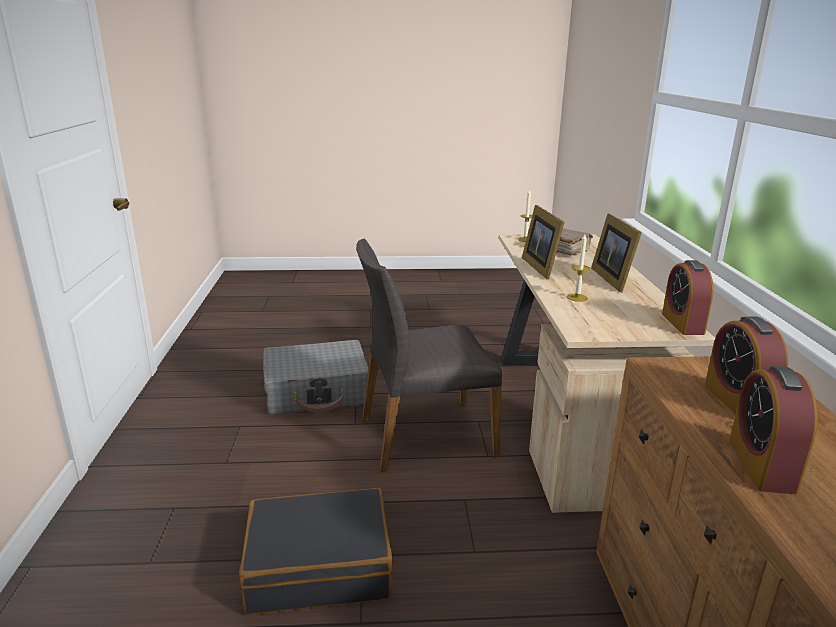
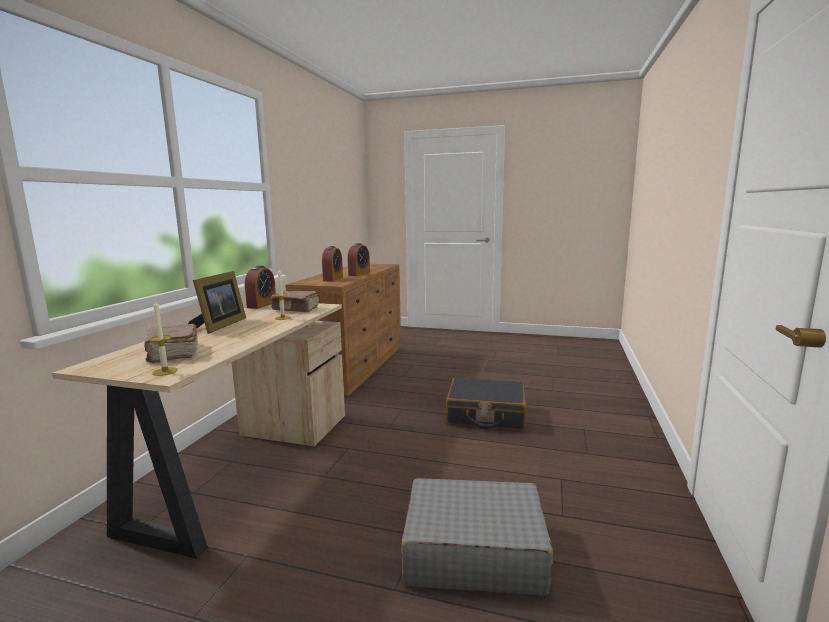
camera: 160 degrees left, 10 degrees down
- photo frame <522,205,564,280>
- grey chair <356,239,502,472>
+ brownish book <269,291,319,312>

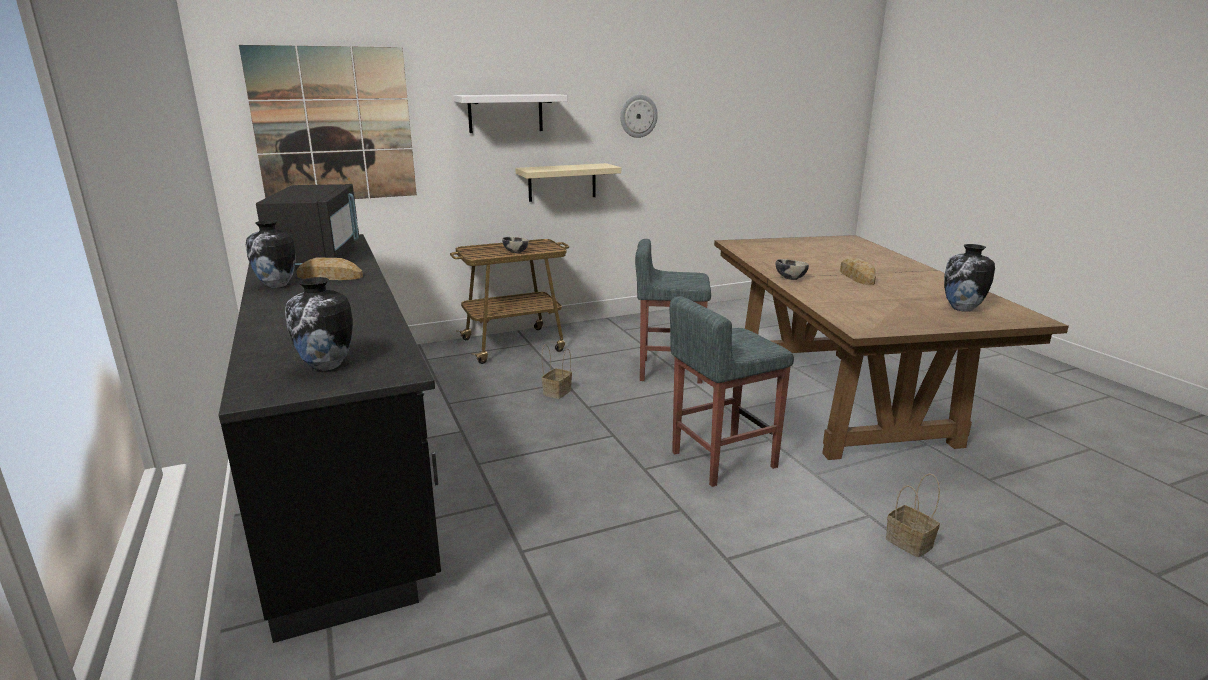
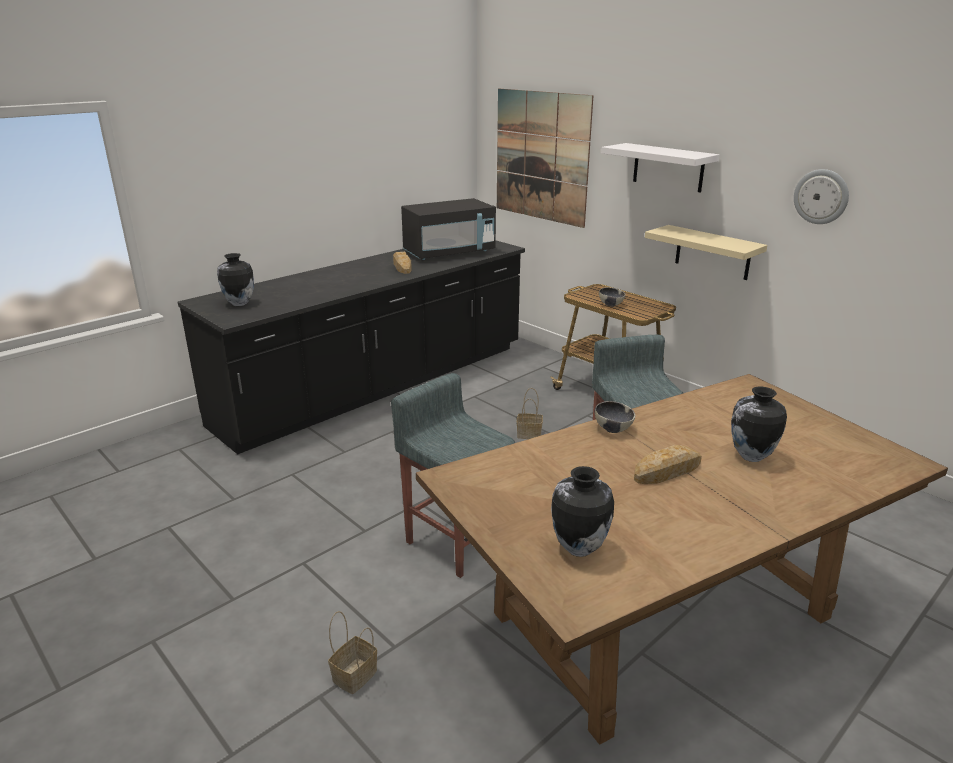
camera: 70 degrees right, 5 degrees up
~ vase <246,220,296,288> to <731,387,787,462>

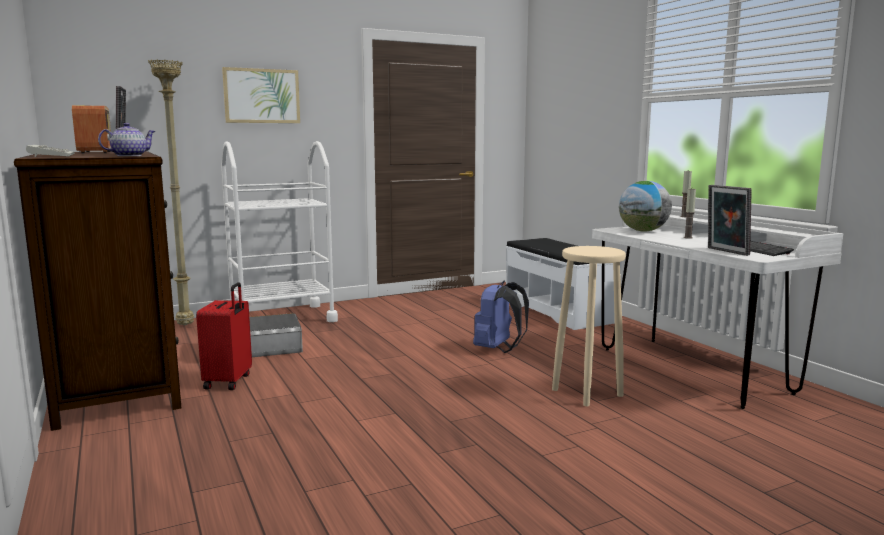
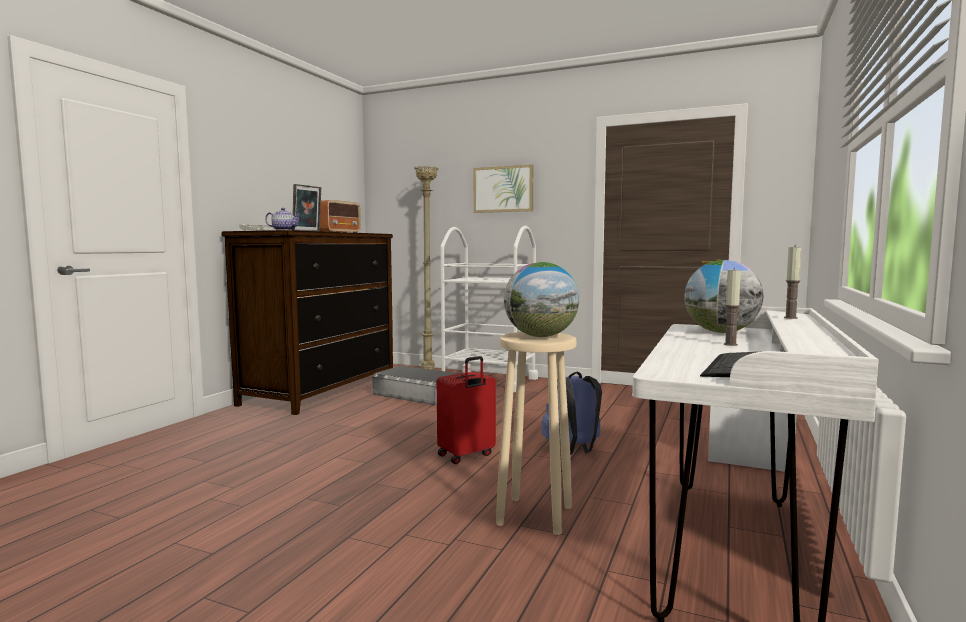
camera: 50 degrees right, 5 degrees down
- photo frame <708,185,752,256>
~ red piece of luggage <196,282,252,390> to <437,356,496,464>
+ globe <504,262,579,337>

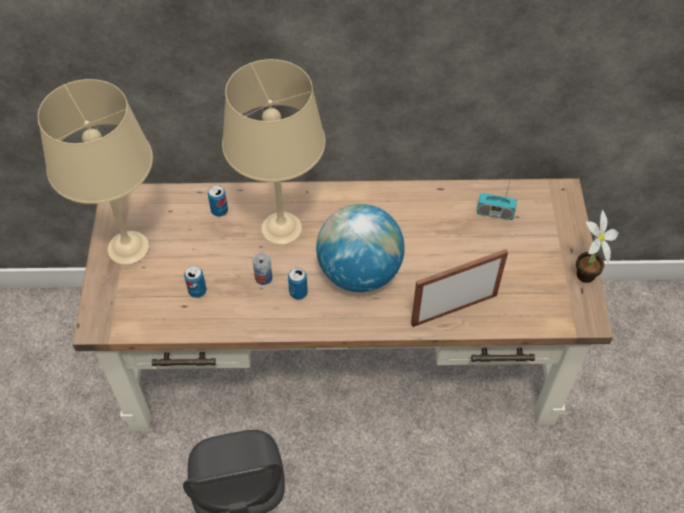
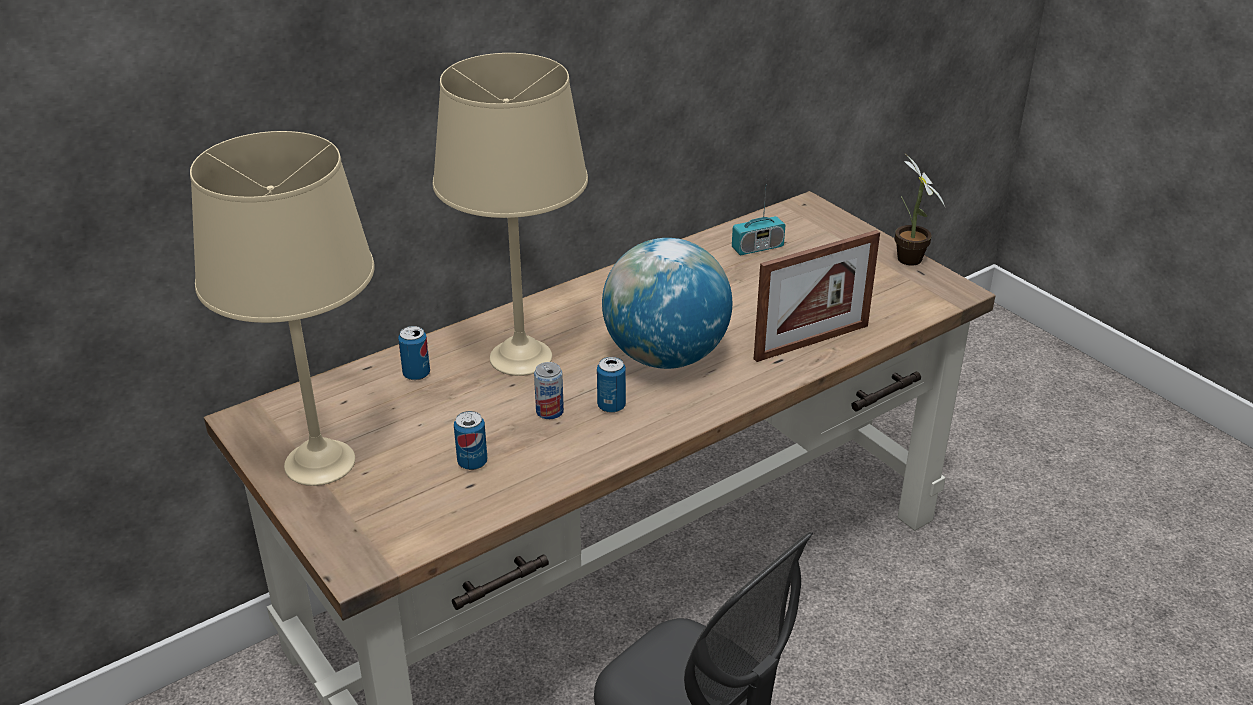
camera: 35 degrees left, 20 degrees down
~ photo frame <411,249,508,327> = <754,230,880,362> 150 degrees counterclockwise

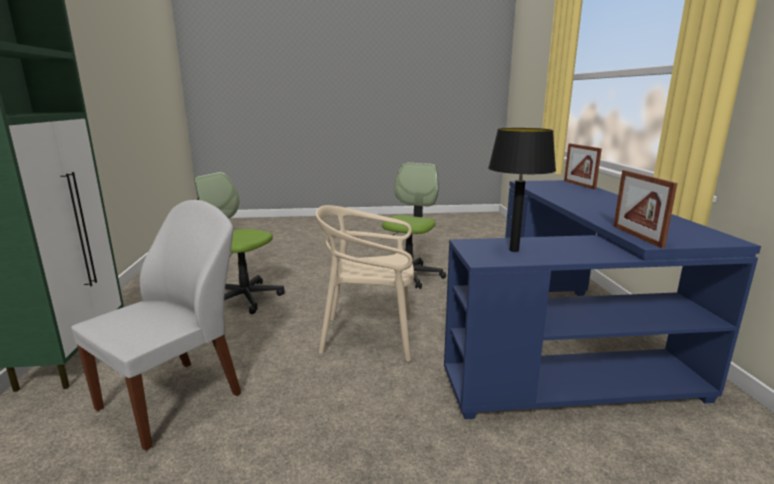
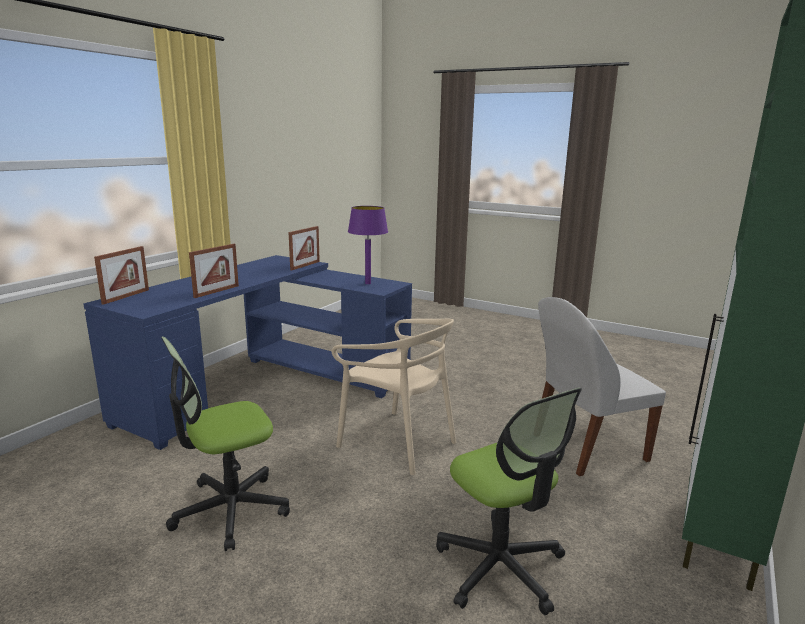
camera: 145 degrees left, 0 degrees up
~ black lamp for a table <488,128,556,252> to purplish lamp for a table <348,206,388,284>
+ photo frame <189,244,239,298>

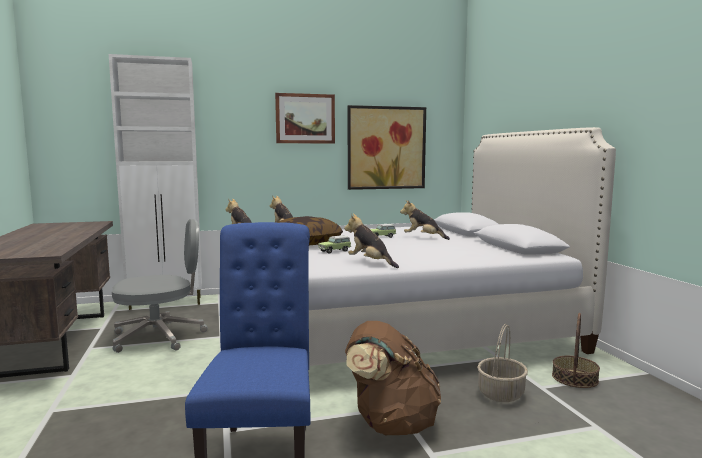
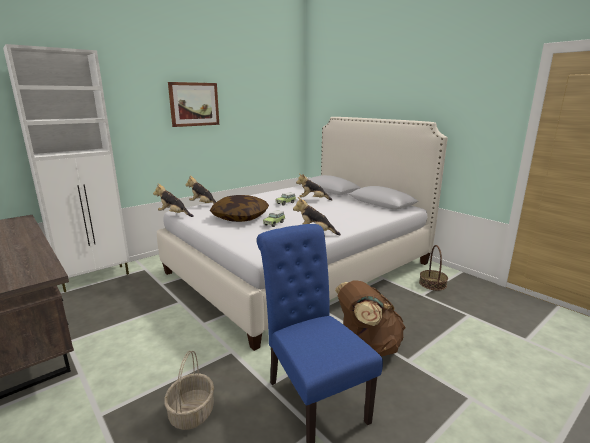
camera: 25 degrees left, 10 degrees up
- picture <348,105,426,190>
- grey computer chair <112,219,208,353>
~ storage basket <477,324,528,402> to <164,351,214,430>

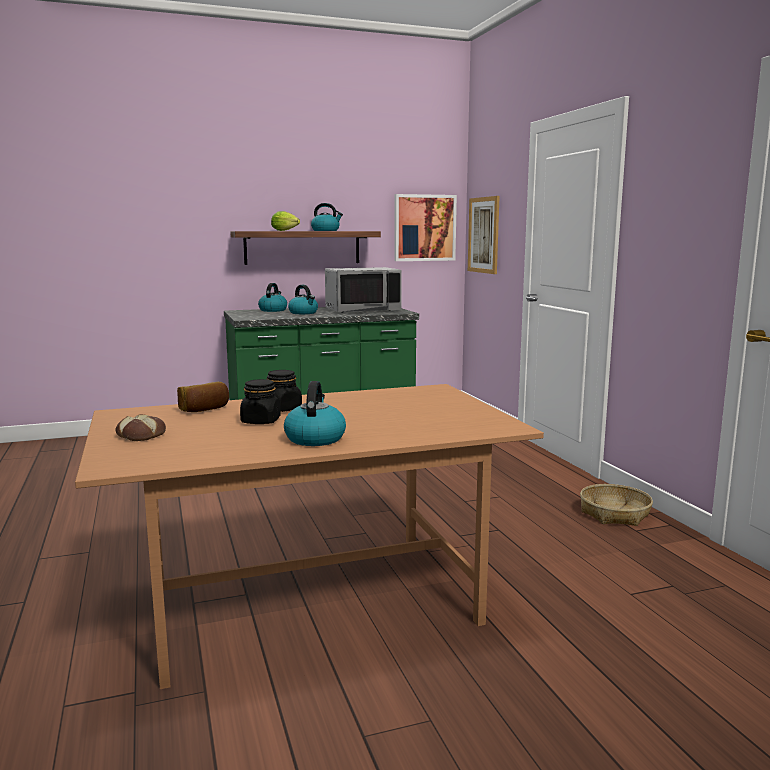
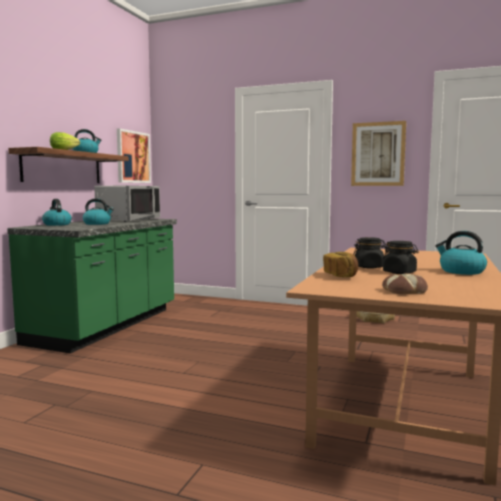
camera: 50 degrees left, 5 degrees down
~ picture <468,196,500,274> to <351,121,406,186>

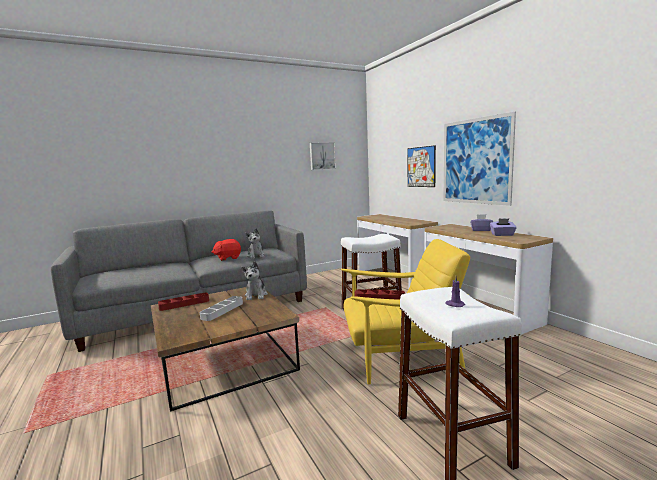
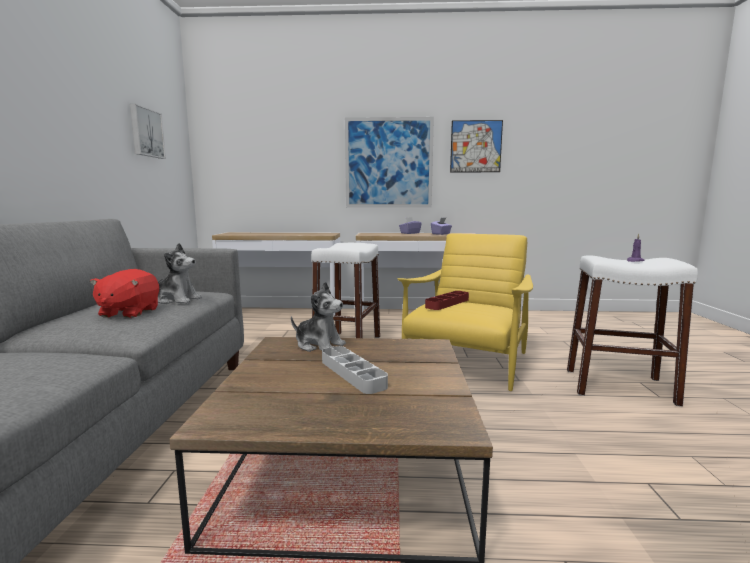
camera: 60 degrees left, 0 degrees up
~ picture <407,145,436,187> to <450,120,503,172>
- red tray <158,293,209,311>

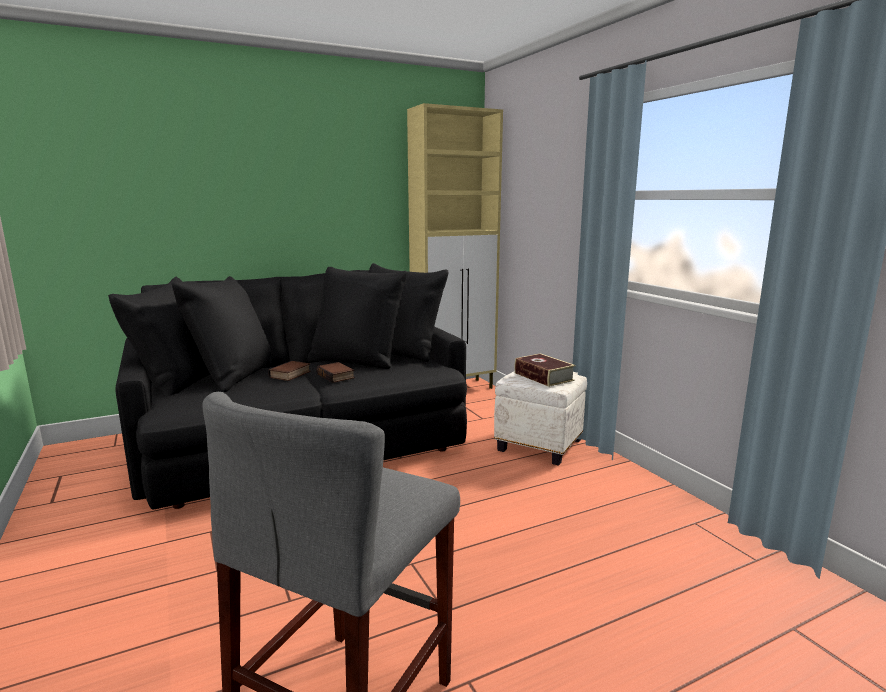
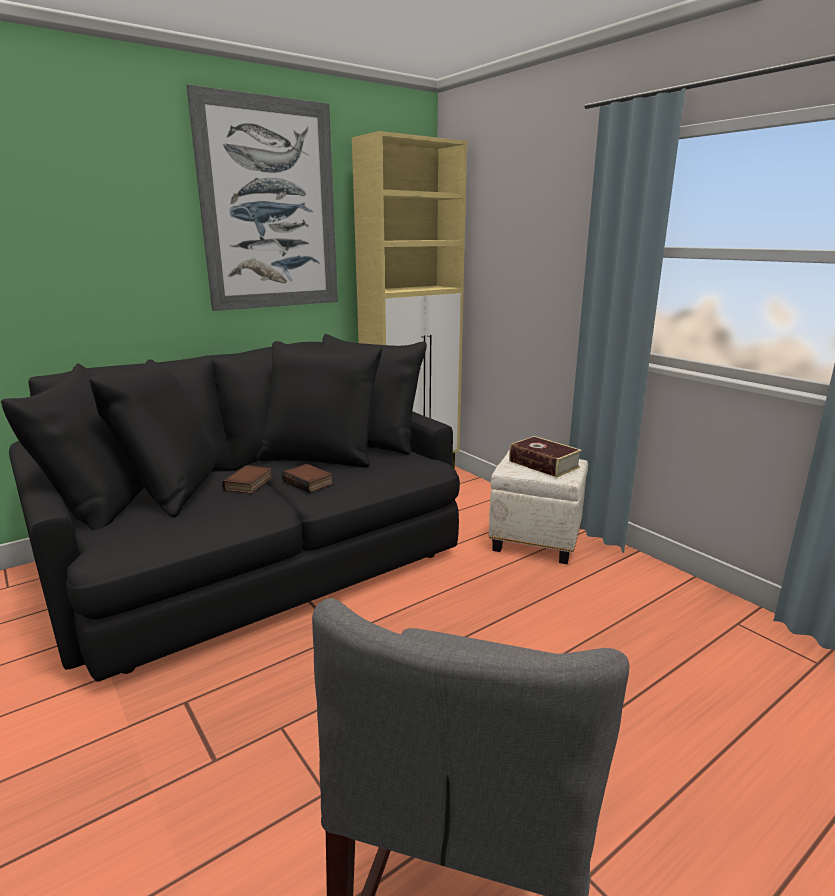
camera: 10 degrees left, 5 degrees up
+ picture <186,84,338,311>

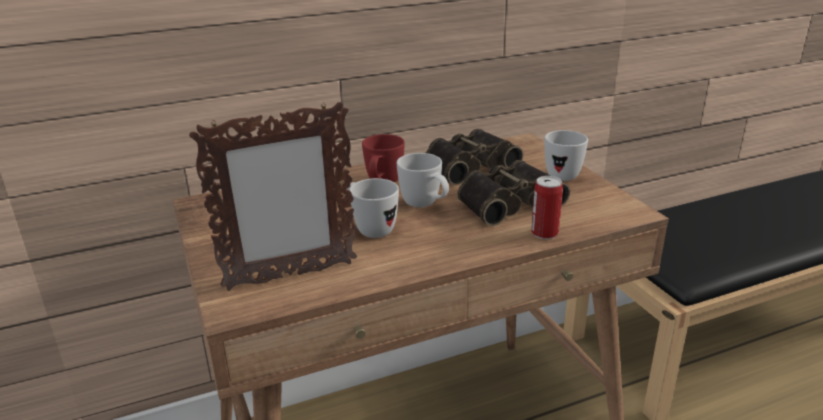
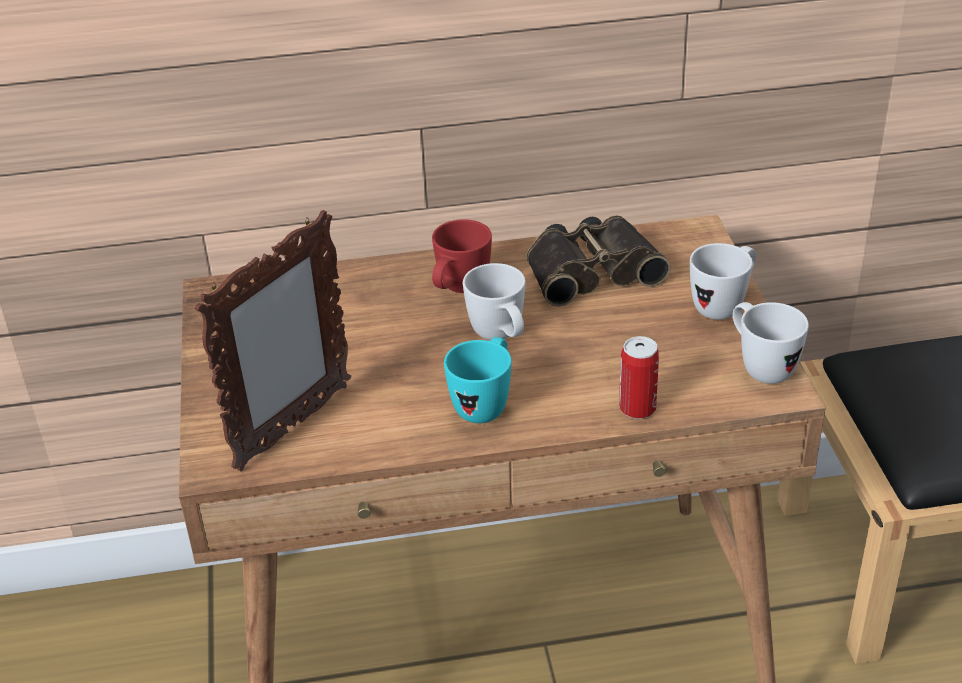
camera: 15 degrees right, 10 degrees up
~ photo frame <189,102,357,291> = <195,210,351,471> 45 degrees counterclockwise
- field glasses <457,160,570,226>
~ white-coloured mug <346,178,399,238> to <733,302,809,384>
+ turquoise mug <444,337,512,423>

